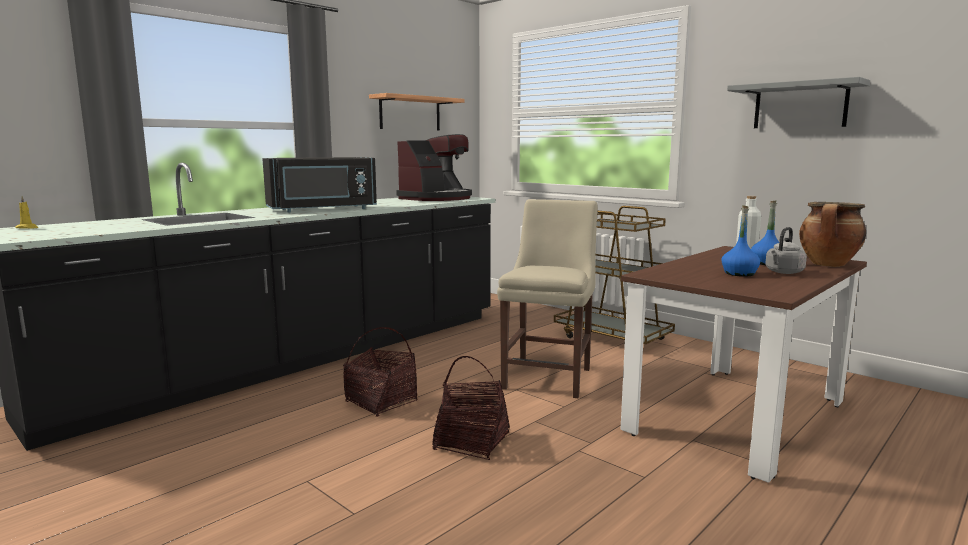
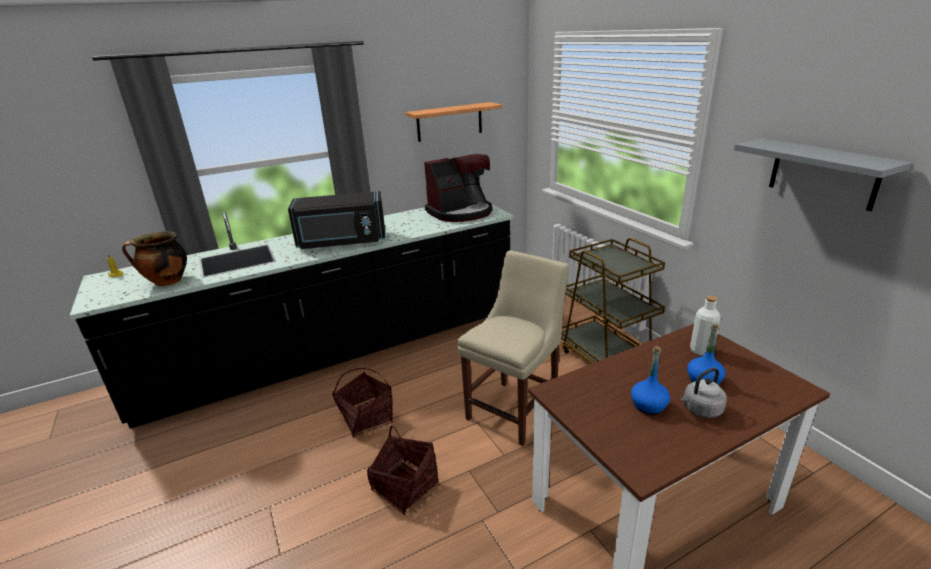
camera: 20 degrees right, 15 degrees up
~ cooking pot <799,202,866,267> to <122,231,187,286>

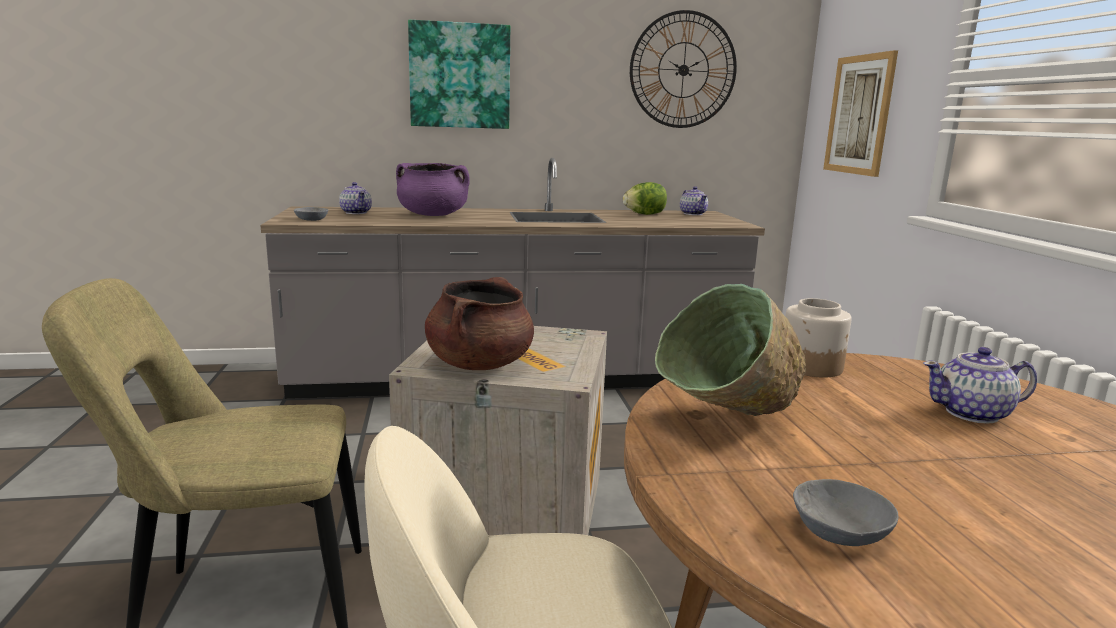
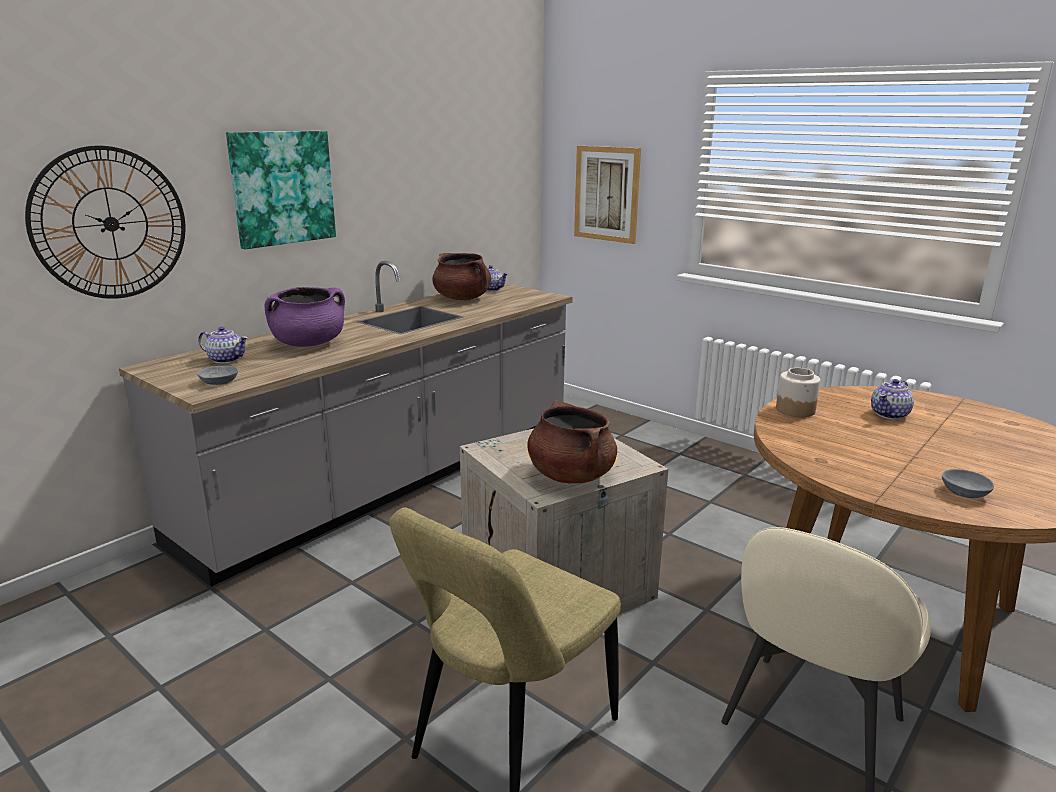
camera: 40 degrees left, 5 degrees up
~ clock on the wall <630,10,737,128> to <25,145,185,299>
~ lettuce <623,182,667,215> to brownish cooking pot <432,253,491,300>
- green-coloured bowl <655,284,806,416>

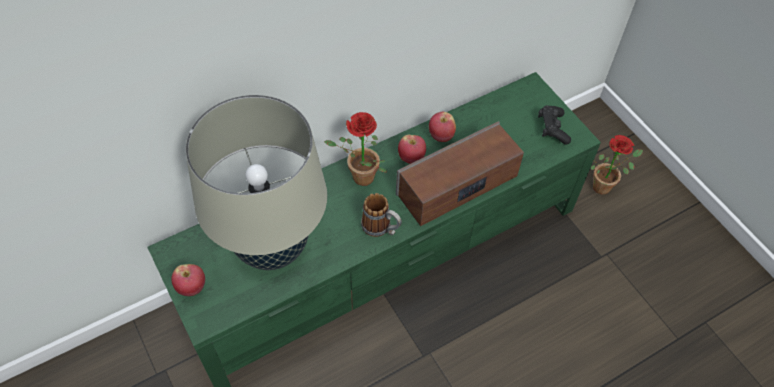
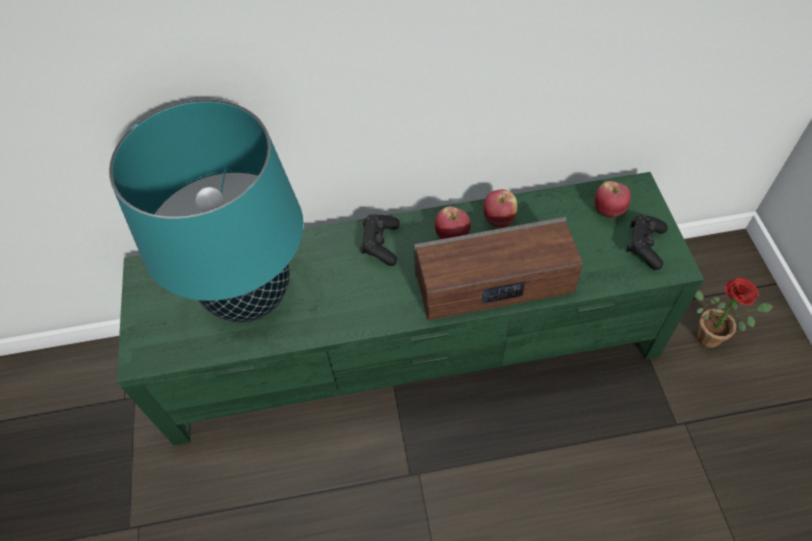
camera: 25 degrees right, 0 degrees up
~ beige lamp for a table <186,95,327,270> to turquoise lamp for a table <109,99,304,323>
~ potted plant <324,112,387,186> to black game controller <360,214,400,266>
- mug <361,193,402,237>
~ apple <171,264,205,296> to <595,181,631,218>

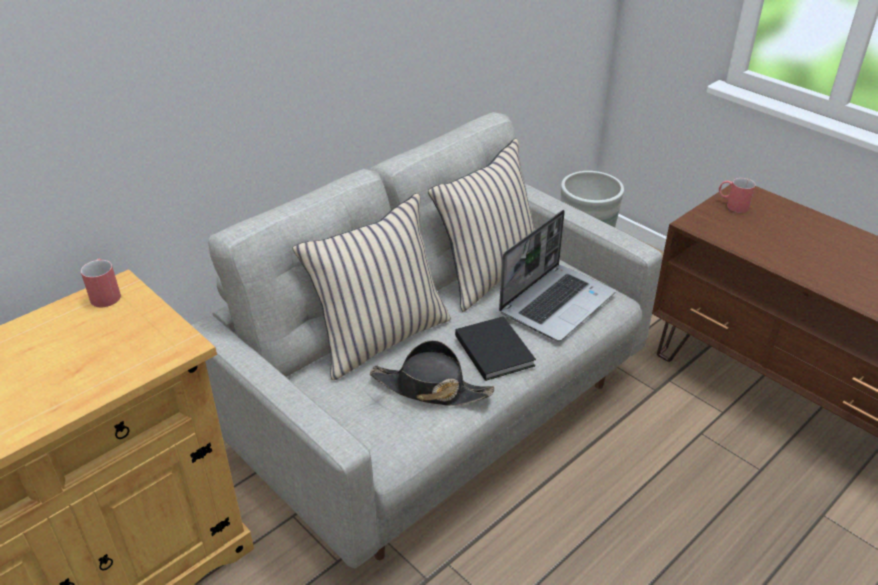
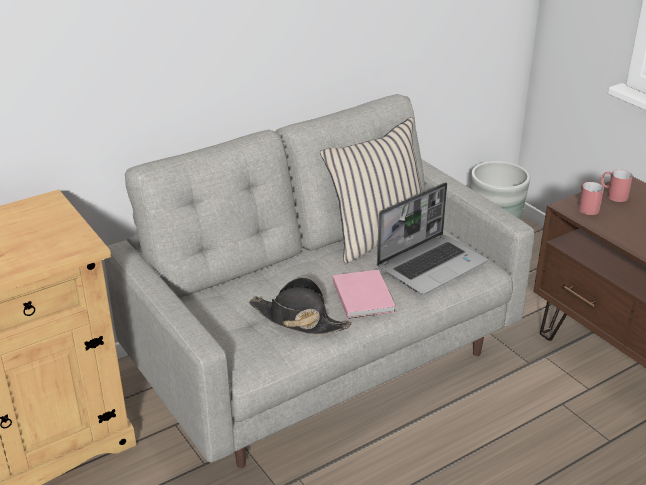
camera: 10 degrees right, 5 degrees down
- beige throw pillow <293,193,451,380>
~ red mug <81,259,121,307> to <578,182,604,215>
~ black book <455,316,536,381> to pink-coloured book <333,270,396,319>

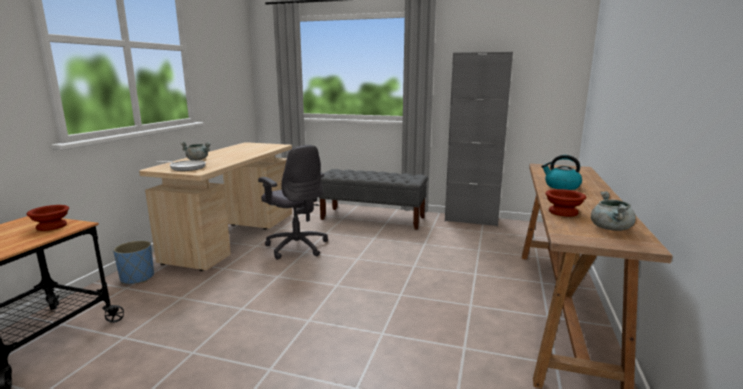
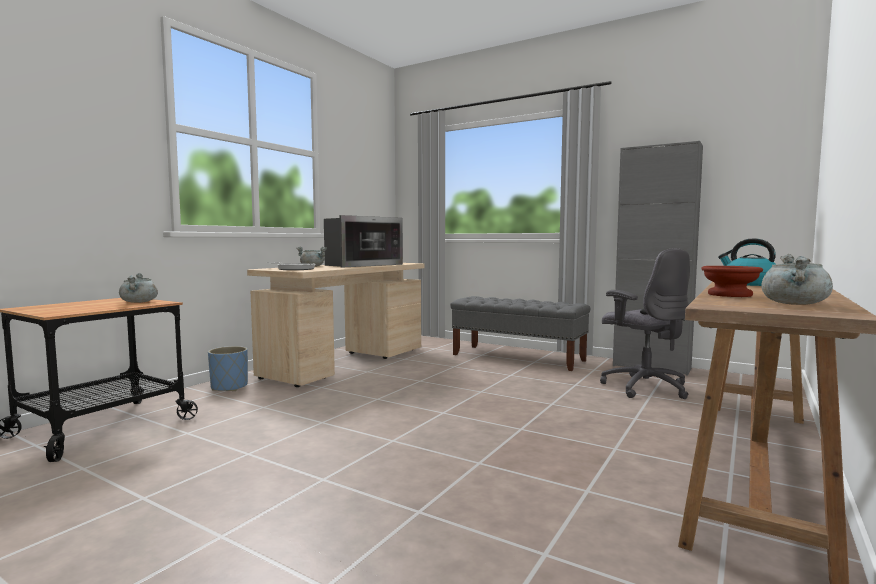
camera: 15 degrees right, 10 degrees down
~ grey computer chair <258,145,328,260> to <600,248,690,399>
~ brownish bowl <26,205,69,231> to grey cooking pot <119,273,158,303>
+ microwave oven <324,215,403,268>

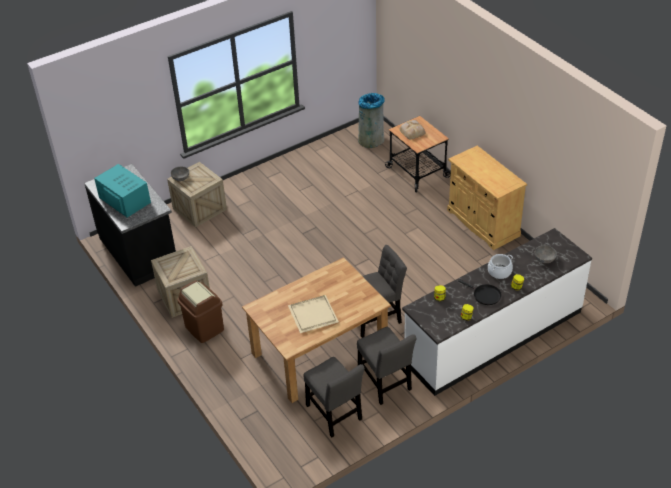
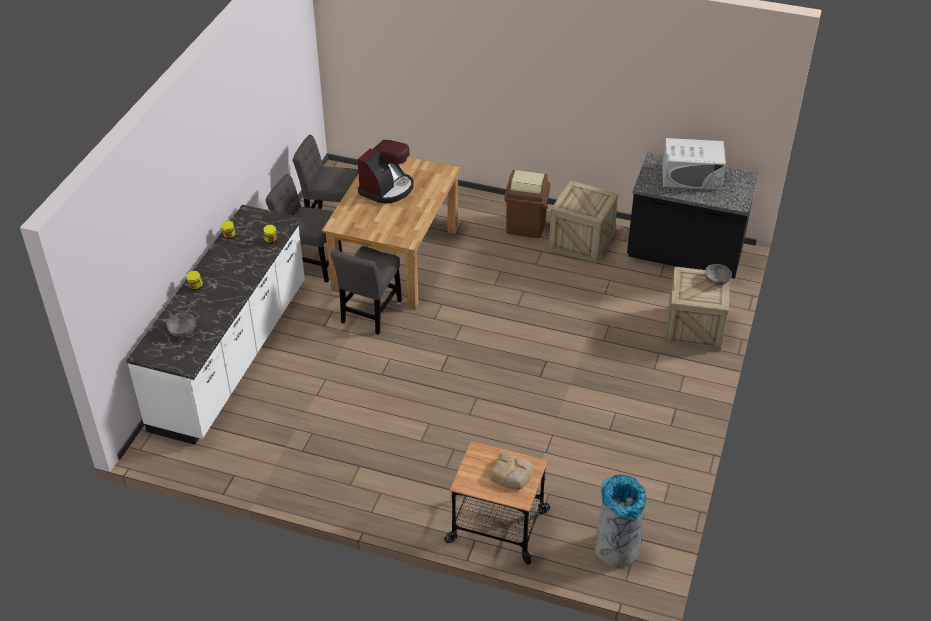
camera: 140 degrees right, 0 degrees up
- beige cabinet <447,146,527,250>
~ turquoise microwave oven <94,164,151,218> to white-coloured microwave oven <662,138,726,190>
- cooking pot <488,254,513,279>
- black frying pan <458,280,502,305>
~ beige tray <288,295,339,333> to coffee brewer <357,140,414,203>

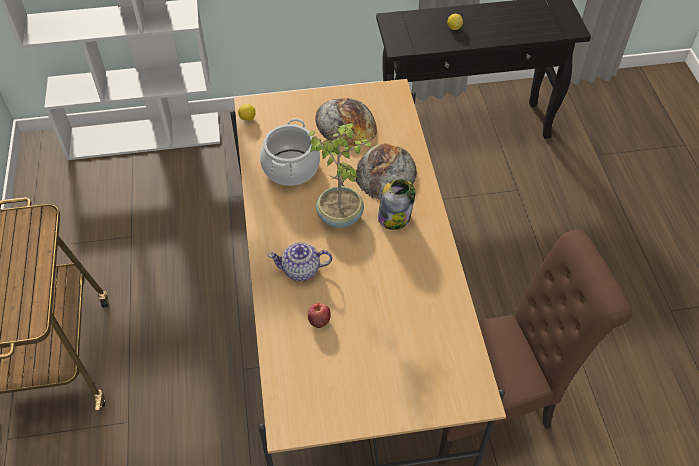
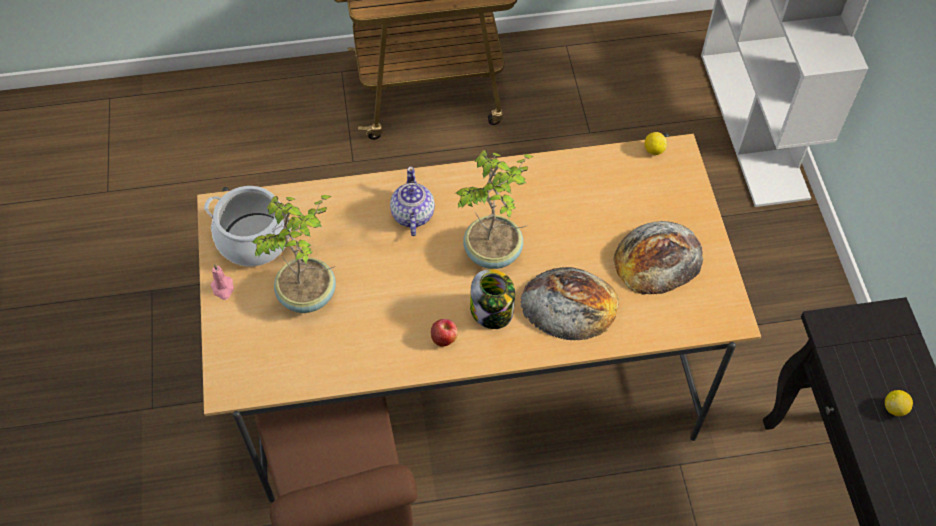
camera: 90 degrees right, 5 degrees up
~ cooking pot <260,118,320,186> to <204,186,291,267>
~ apple <308,303,331,328> to <431,319,458,347>
+ potted plant <252,195,336,313>
+ pink-coloured wax light <210,264,234,300>

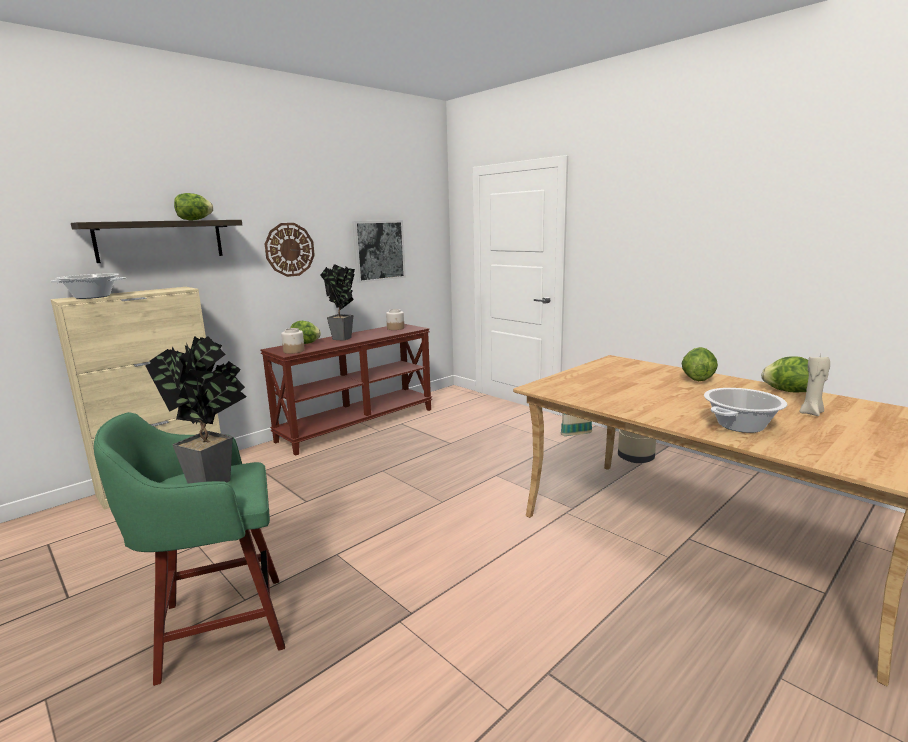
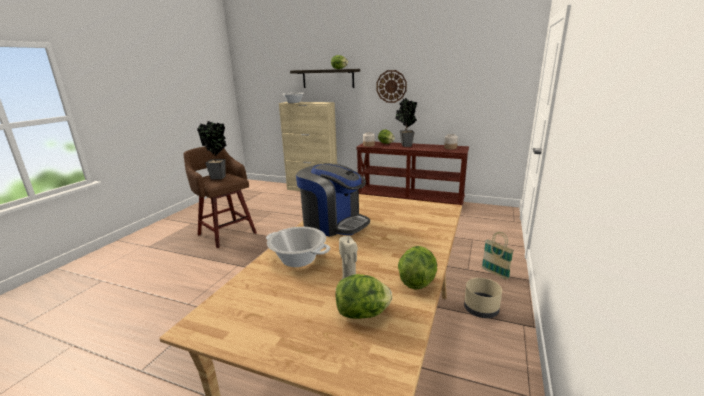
camera: 65 degrees right, 5 degrees up
- picture <352,220,406,283>
~ lettuce <682,347,718,381> to <335,274,392,319>
~ green-coloured stool <94,412,285,686> to brownish stool <184,146,257,248>
+ coffee brewer <296,163,370,237>

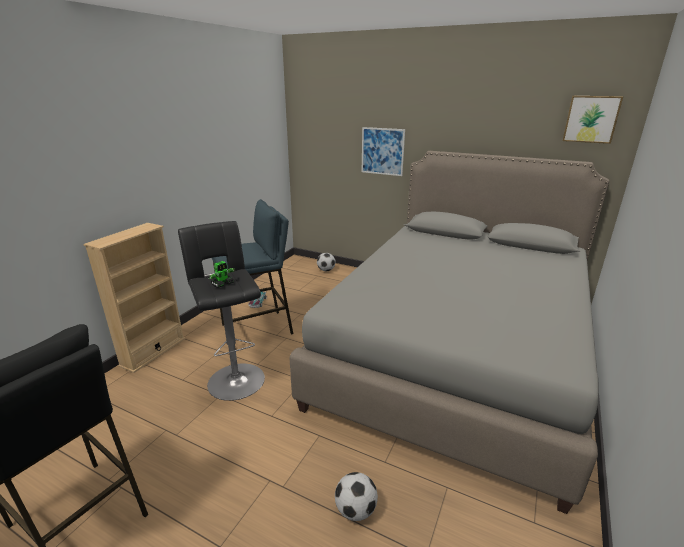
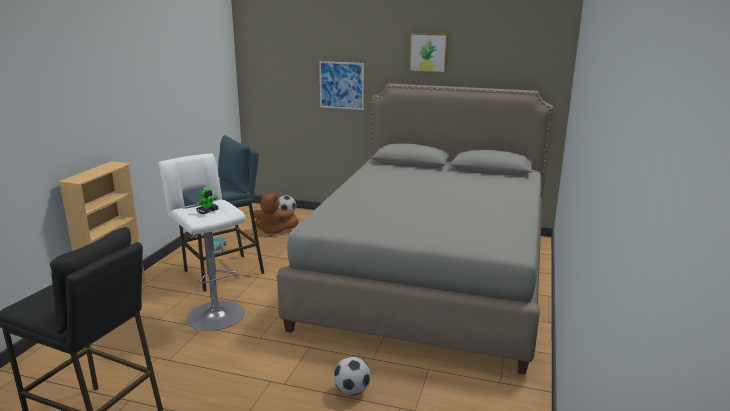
camera: 10 degrees left, 5 degrees down
~ picture <562,96,623,144> to <409,33,448,73>
~ black stool <178,221,265,401> to white-coloured stool <158,153,246,331>
+ brownish plush toy <253,193,299,237>

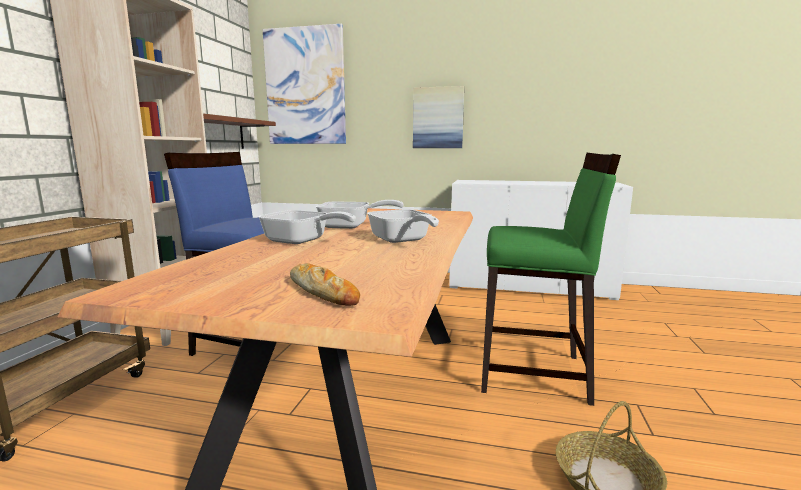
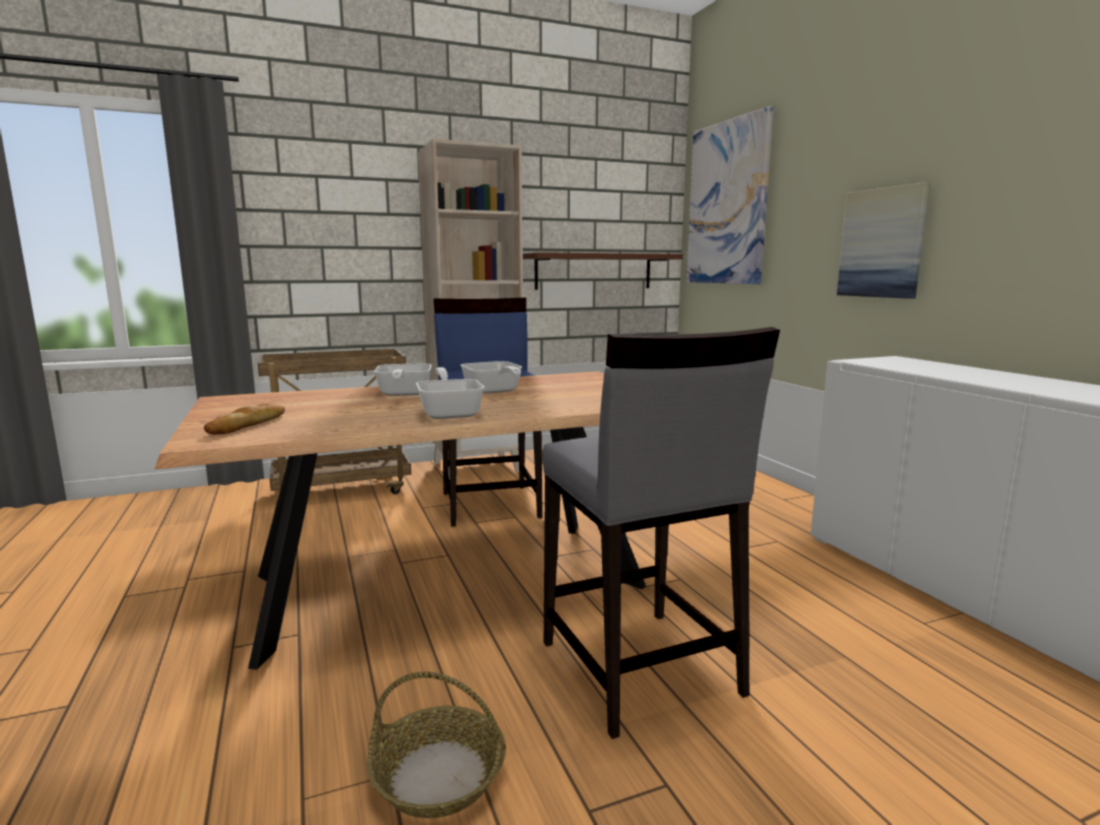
camera: 55 degrees right, 0 degrees up
~ green-coloured stool <481,153,621,406> to grey stool <542,327,780,739>
~ frying pan <367,209,439,243> = <416,367,485,419> 135 degrees clockwise

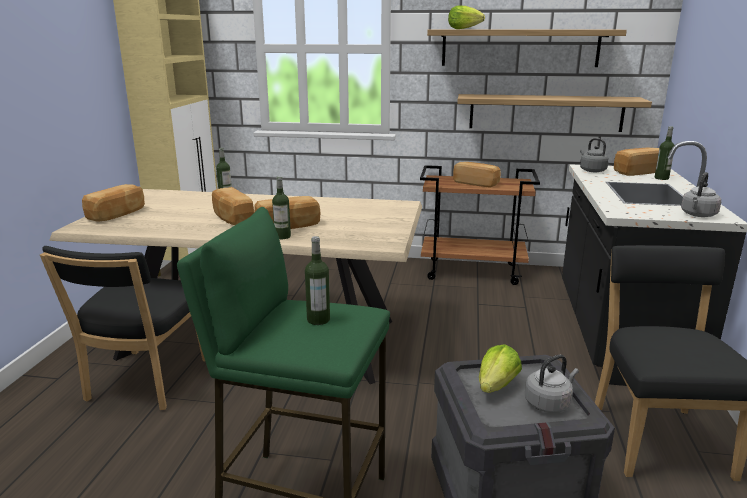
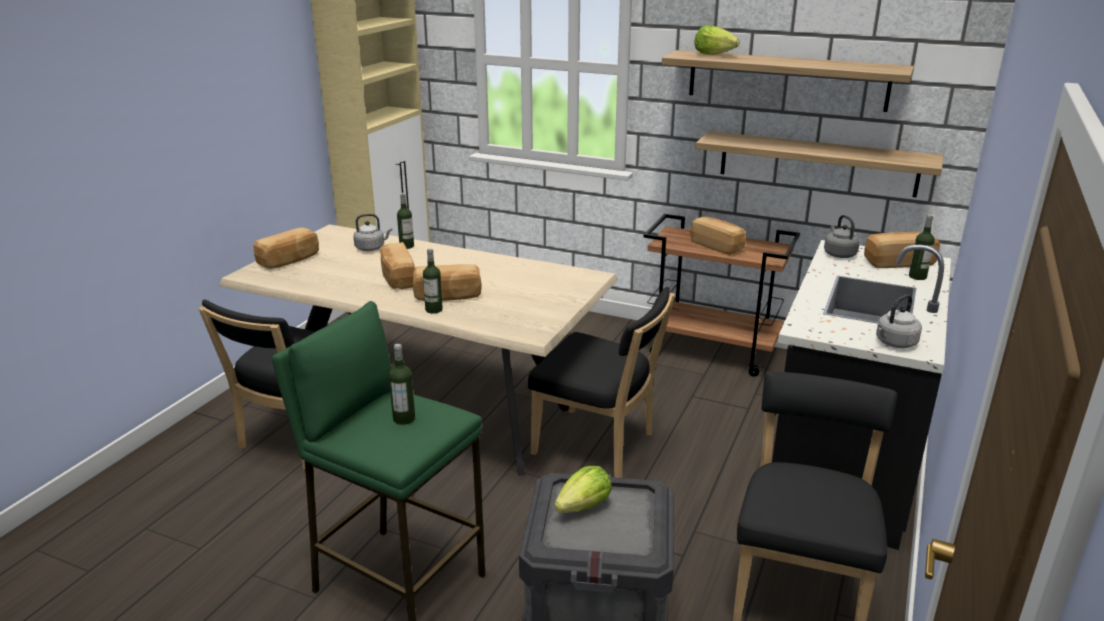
camera: 15 degrees right, 5 degrees up
~ grey water kettle <525,354,579,413> to <353,214,392,251>
+ black chair <528,287,675,478>

